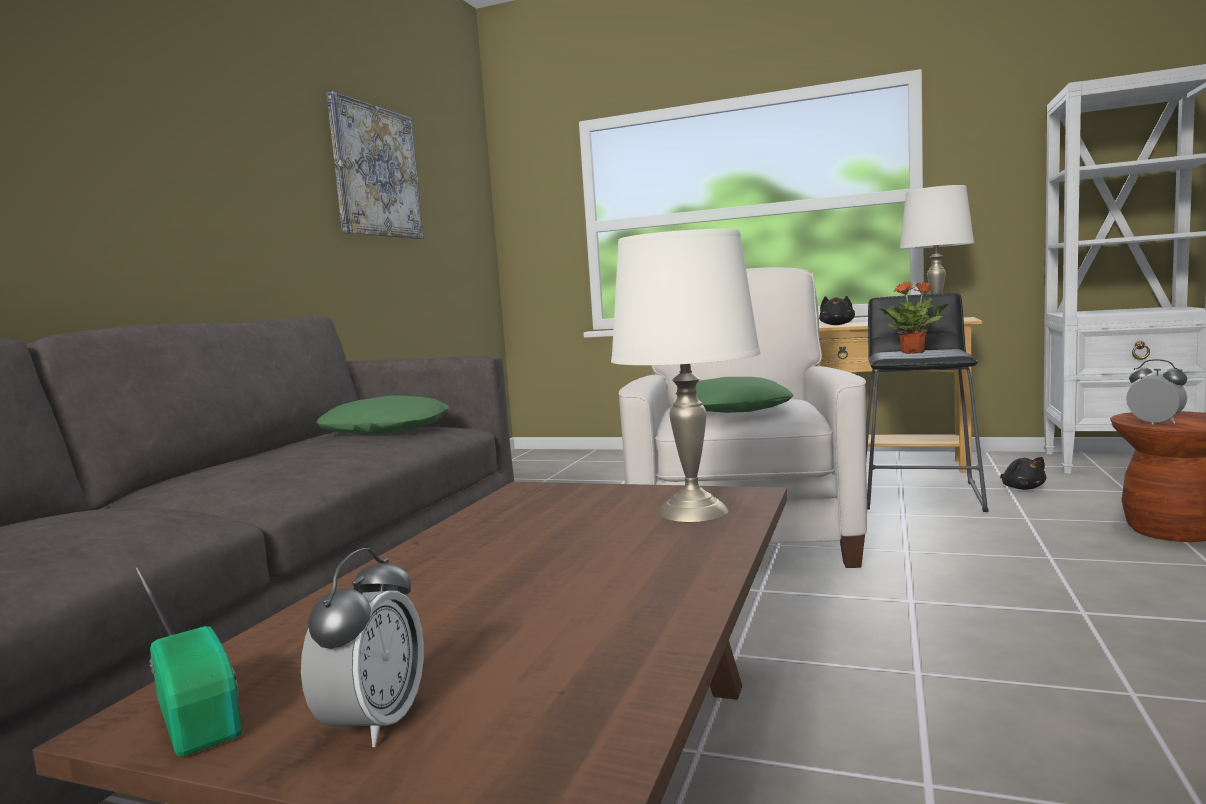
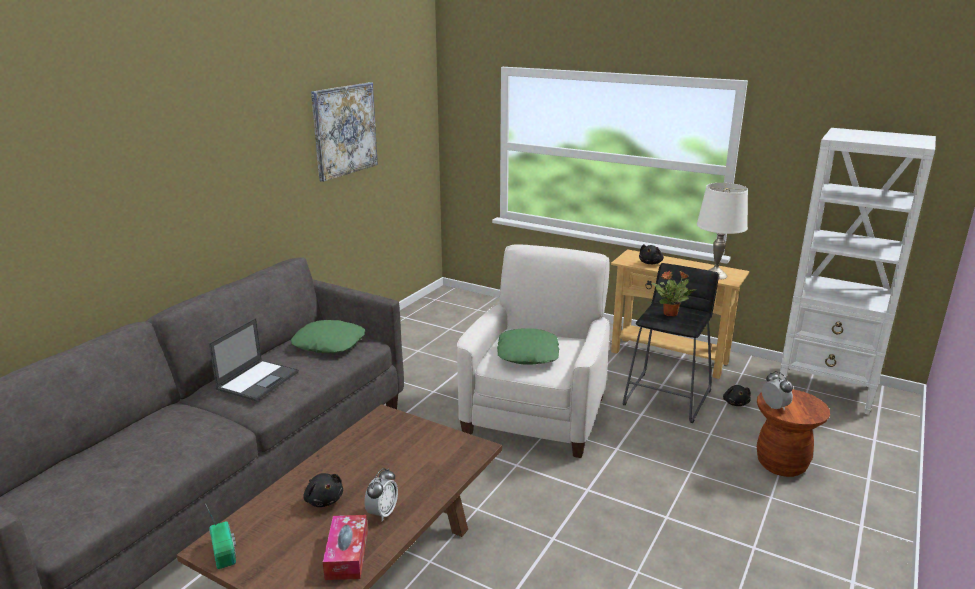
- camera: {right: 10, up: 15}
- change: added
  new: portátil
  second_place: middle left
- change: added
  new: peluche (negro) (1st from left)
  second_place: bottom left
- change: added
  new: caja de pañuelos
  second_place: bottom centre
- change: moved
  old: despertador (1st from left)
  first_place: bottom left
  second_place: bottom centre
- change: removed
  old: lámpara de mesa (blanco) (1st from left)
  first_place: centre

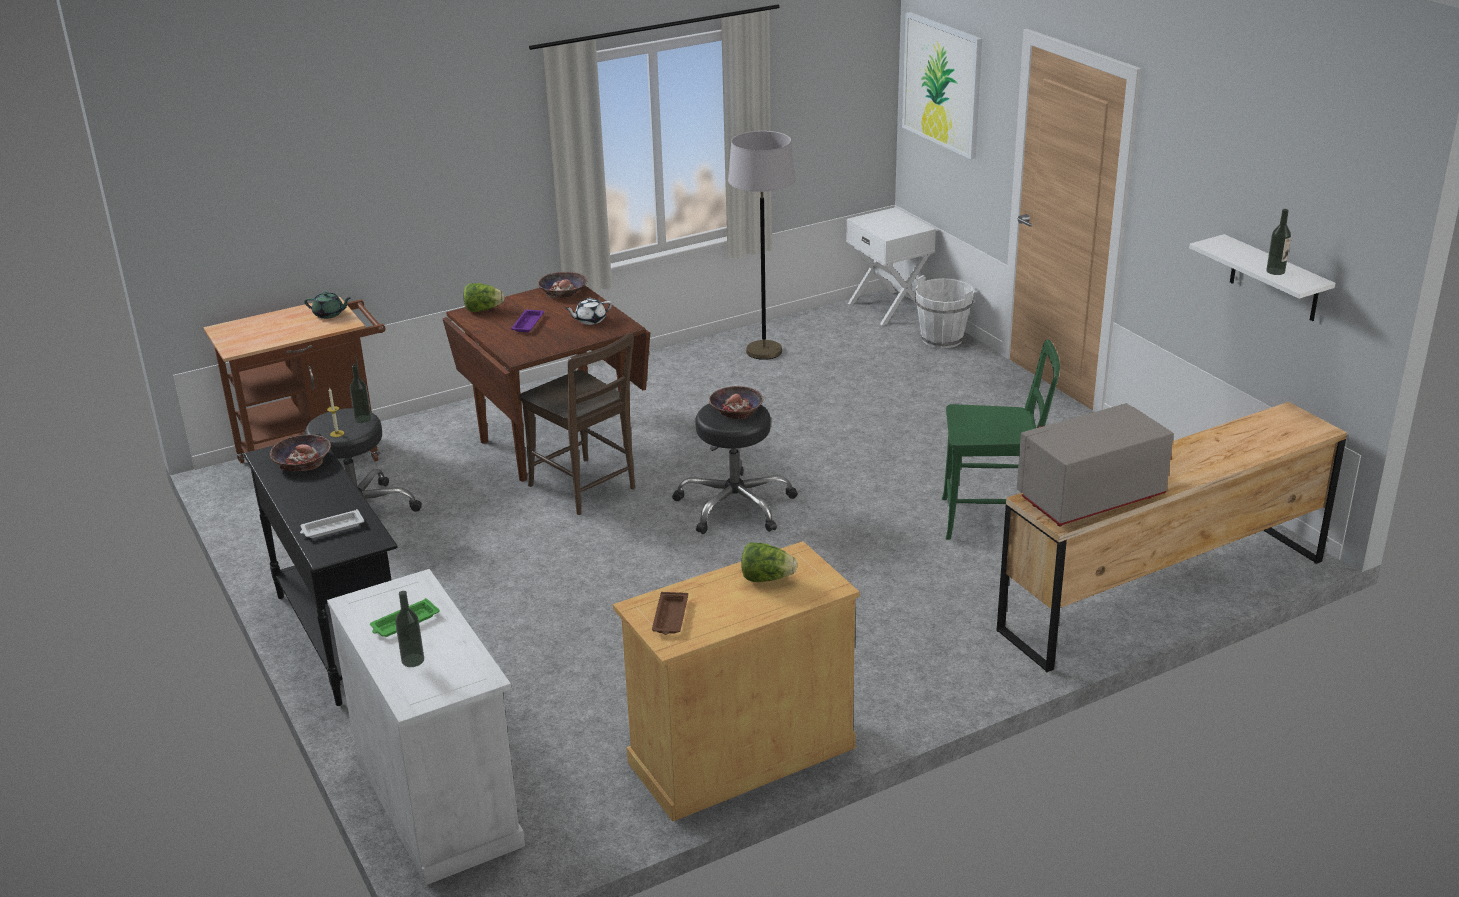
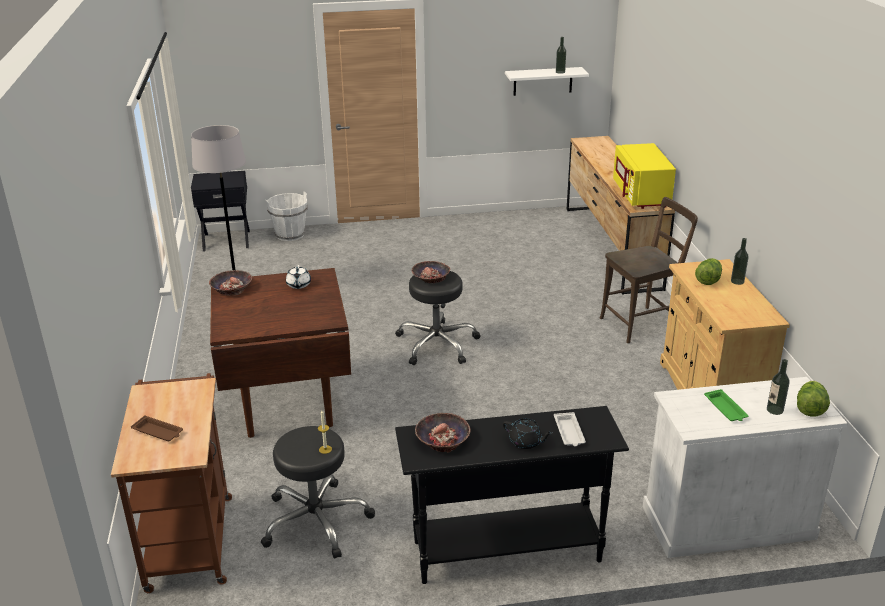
- camera: {right: -70, up: 0}
- change: moved
  old: bandeja (marrón)
  first_place: bottom centre
  second_place: bottom left
- change: recoloured
  old: mesita de noche (blanco)
  new: mesita de noche (negro)
  first_place: top centre
  second_place: middle left
- change: added
  new: tetera (negro)
  second_place: bottom centre
- change: moved
  old: silla (marrón)
  first_place: centre
  second_place: middle right
- change: recoloured
  old: microondas (gris)
  new: microondas (amarillo)
  first_place: middle right
  second_place: top right
- change: moved
  old: botella (1st from left in the first image)
  new: botella (2nd from left)
  first_place: middle left
  second_place: middle right
- change: moved
  old: lechuga (1st from left in the first image)
  new: lechuga (2nd from left)
  first_place: top left
  second_place: middle right
- change: removed
  old: tetera (verde)
  first_place: middle left
- change: removed
  old: bandeja (morado)
  first_place: centre
- change: removed
  old: cuadro
  first_place: top centre
- change: removed
  old: silla (verde)
  first_place: middle right

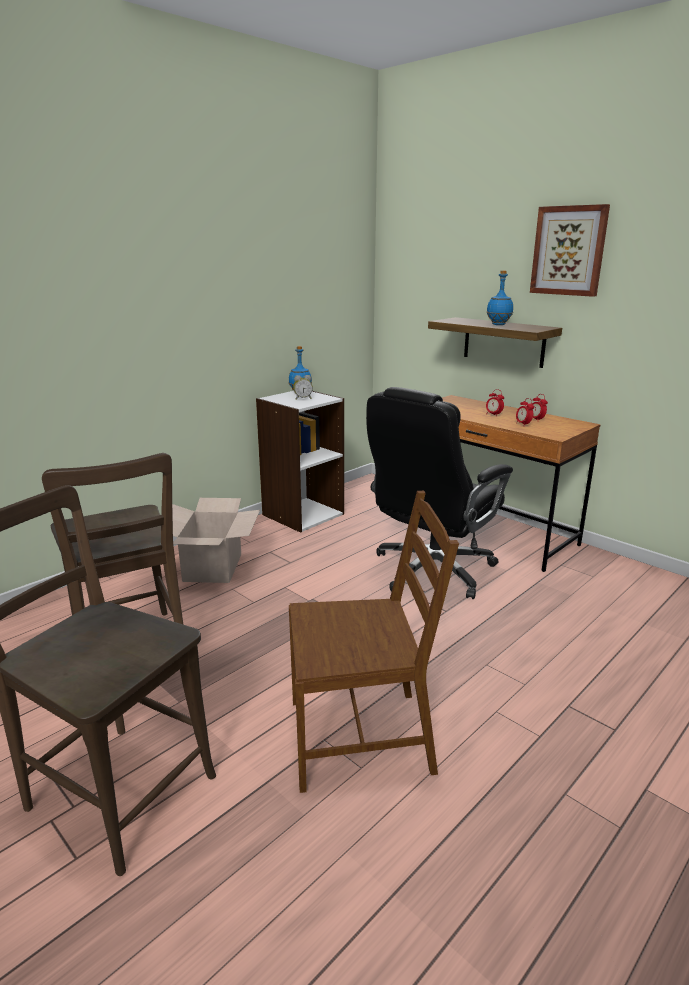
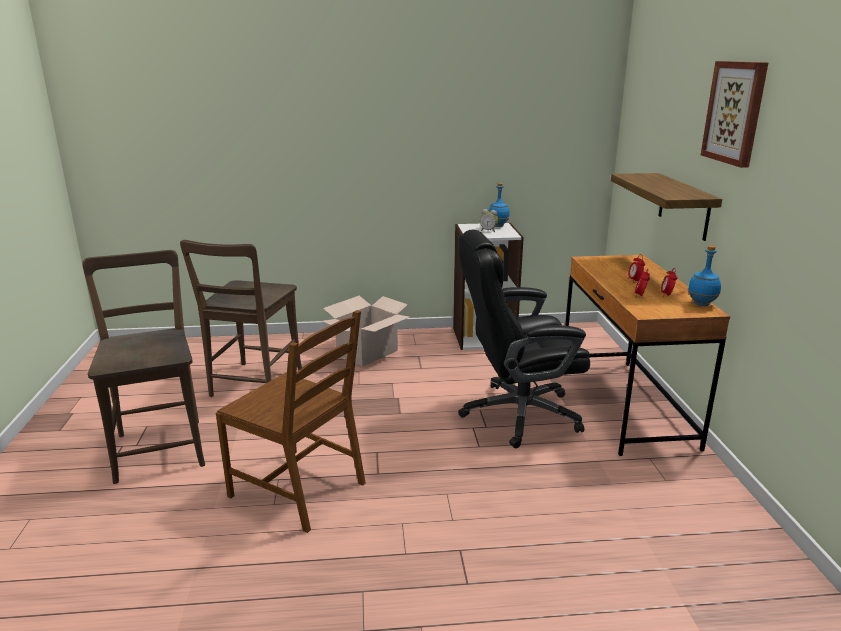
- camera: {right: 40, up: 0}
- change: moved
  old: botella (azul) (2nd from left)
  first_place: top right
  second_place: middle right

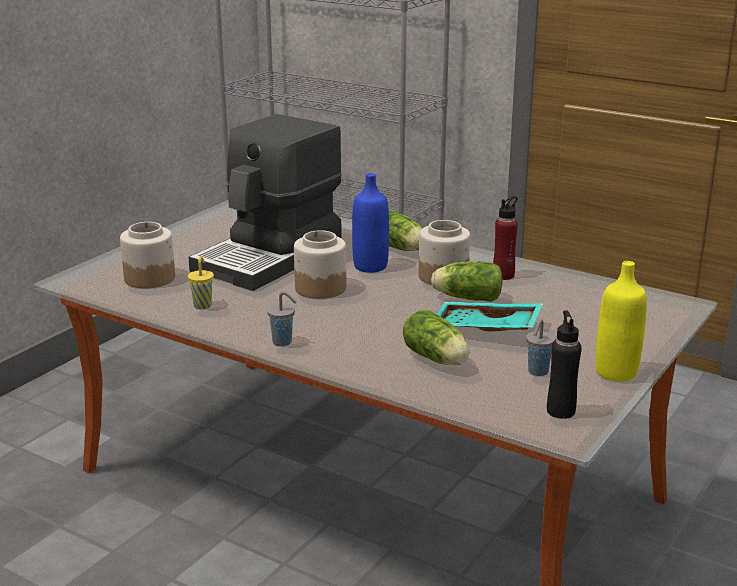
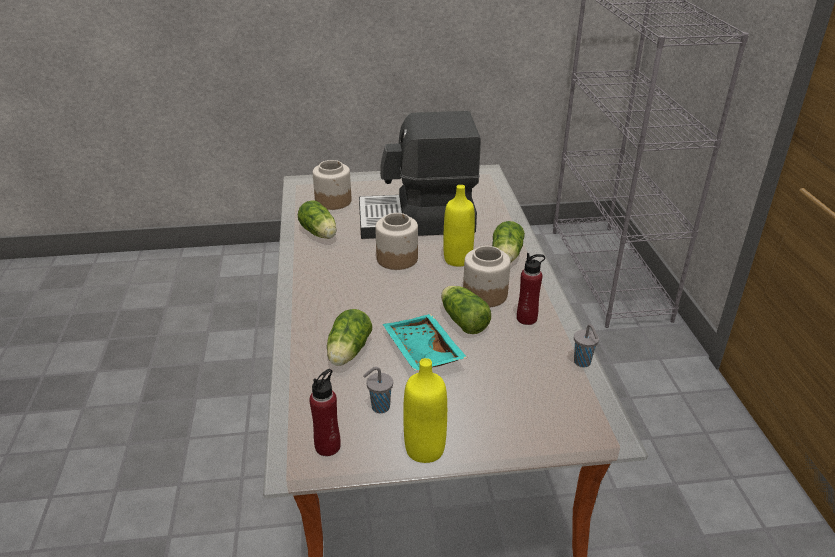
- camera: {right: 50, up: 10}
- change: replaced
  old: taza (amarillo)
  new: lechuga (1st from left)
  first_place: middle left
  second_place: centre
- change: recoloured
  old: botella (negro)
  new: botella (rojo) (1st from left)
  first_place: middle right
  second_place: bottom centre
- change: recoloured
  old: botella (azul)
  new: botella (amarillo) (2nd from left)
  first_place: centre
  second_place: centre
- change: moved
  old: taza (gris) (1st from left in the first image)
  new: taza (gris) (2nd from left)
  first_place: centre
  second_place: middle right

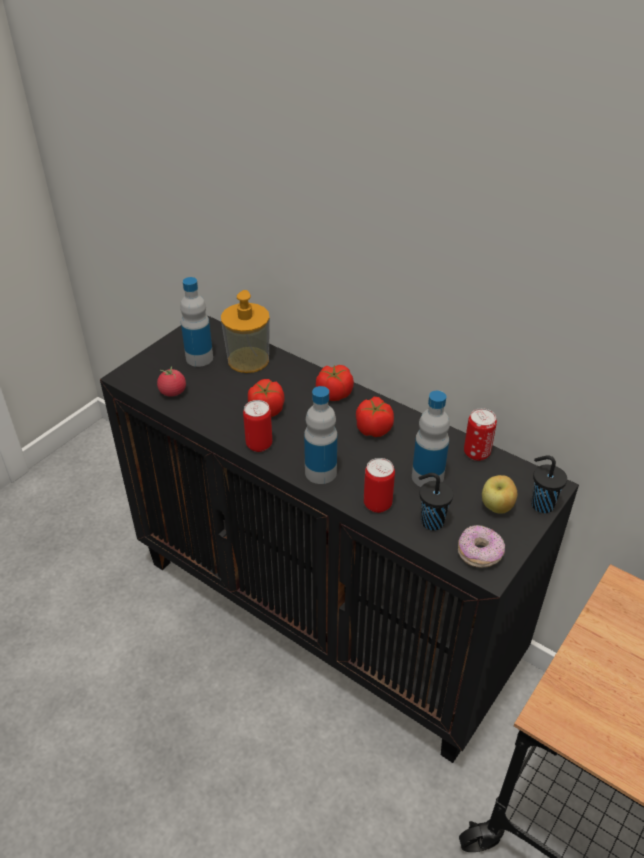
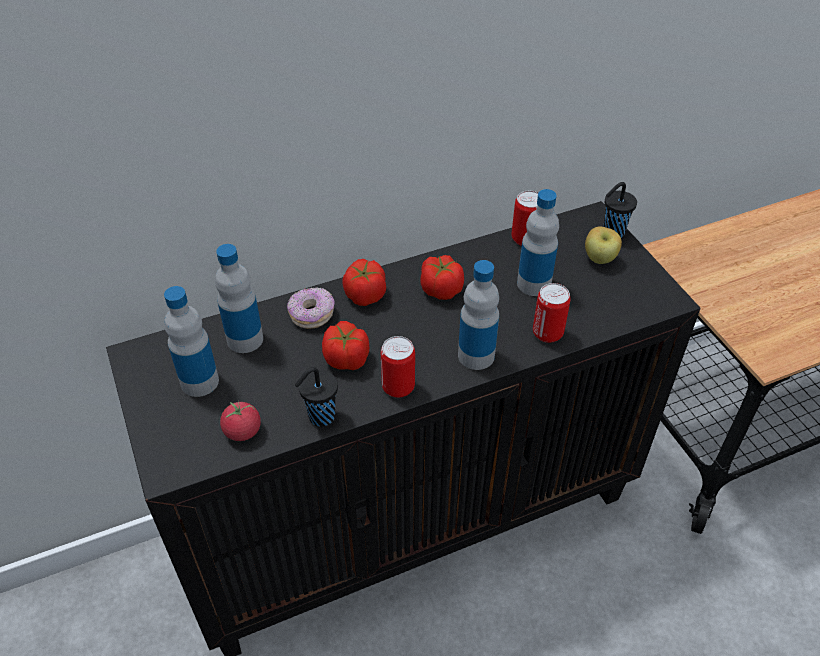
- camera: {right: -60, up: 5}
- change: replaced
  old: dispensador de jabón
  new: botella (2nd from left)
  first_place: centre
  second_place: middle left
- change: moved
  old: rosquilla
  first_place: middle right
  second_place: centre
- change: moved
  old: taza (negro) (1st from left)
  first_place: middle right
  second_place: centre

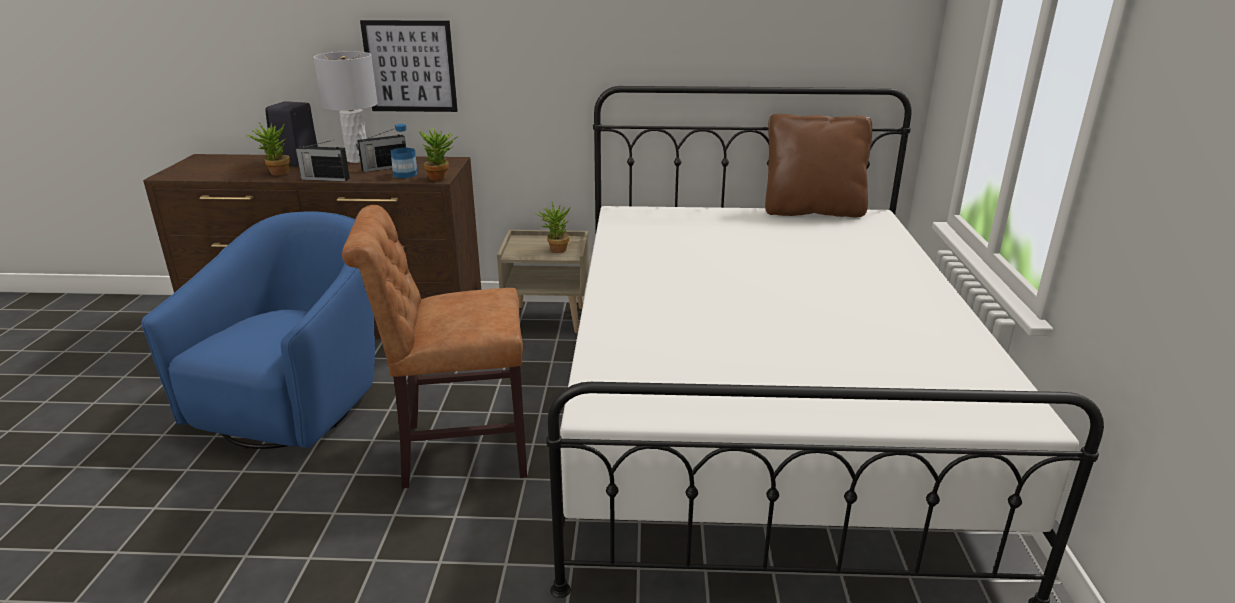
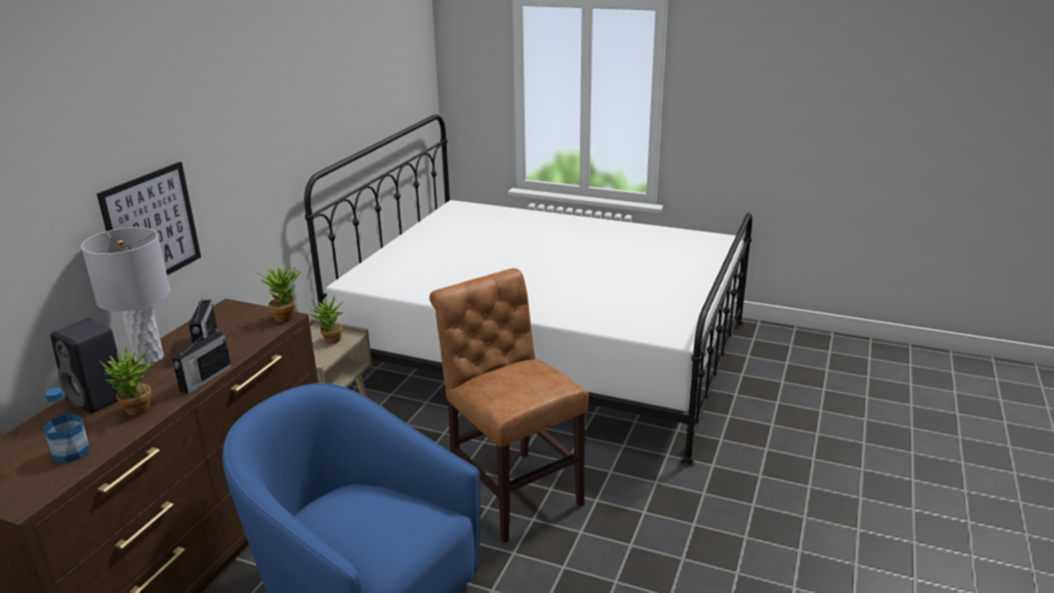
- camera: {right: -70, up: 0}
- change: moved
  old: botella
  first_place: top left
  second_place: bottom left
- change: turned
  old: silla (marrón)
  first_place: centre
  second_place: bottom centre
  degrees: 135
- change: removed
  old: cojín (marrón)
  first_place: top centre

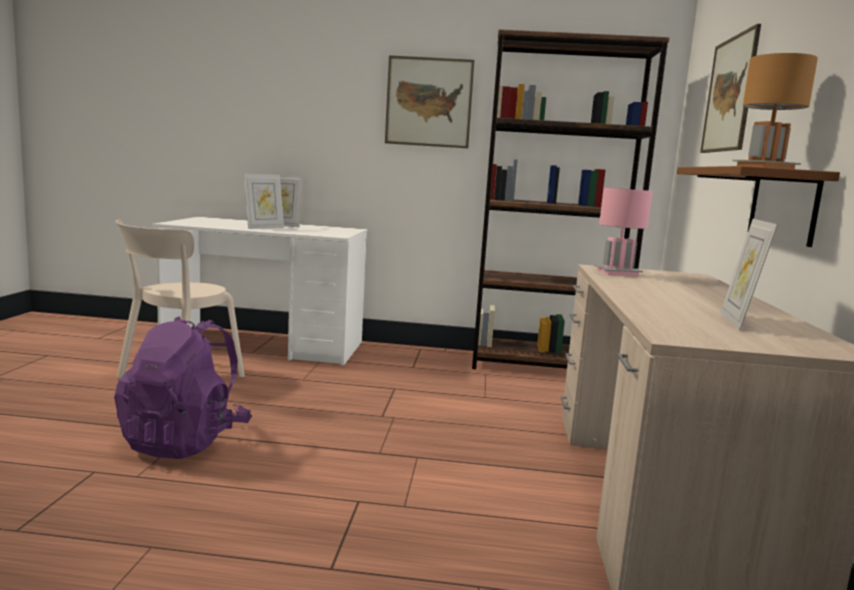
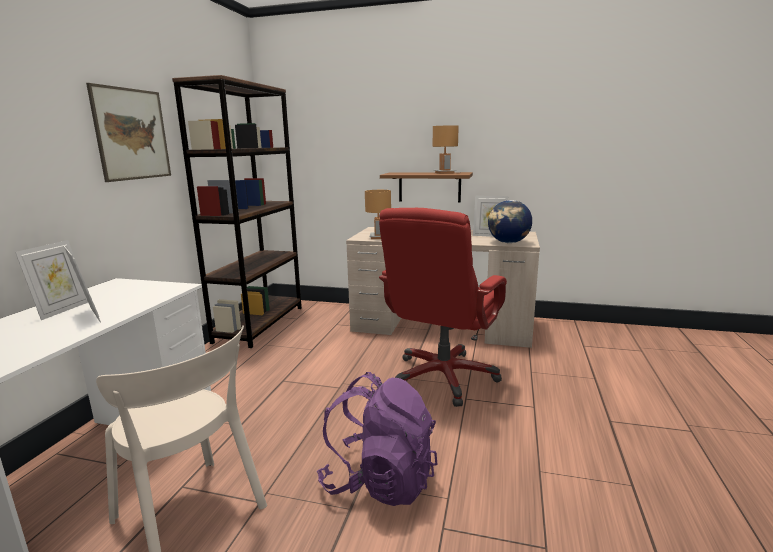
- camera: {right: -80, up: 5}
- change: recoloured
  old: lámpara de mesa (rosa)
  new: lámpara de mesa (marrón) (1st from left)
  first_place: middle right
  second_place: centre
- change: added
  new: silla de oficina (rojo)
  second_place: centre
- change: added
  new: globo terráqueo
  second_place: centre
- change: removed
  old: cuadro (2nd from left)
  first_place: top right

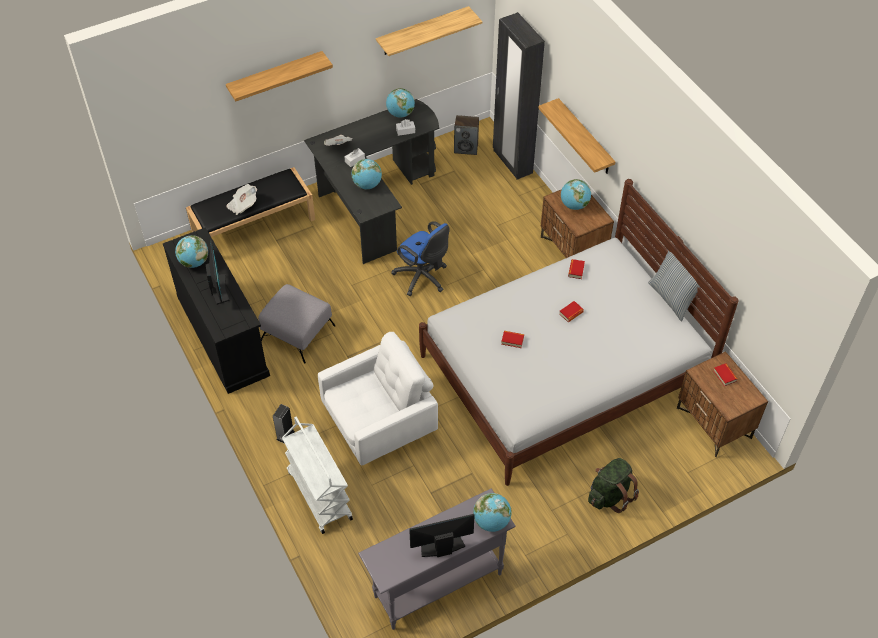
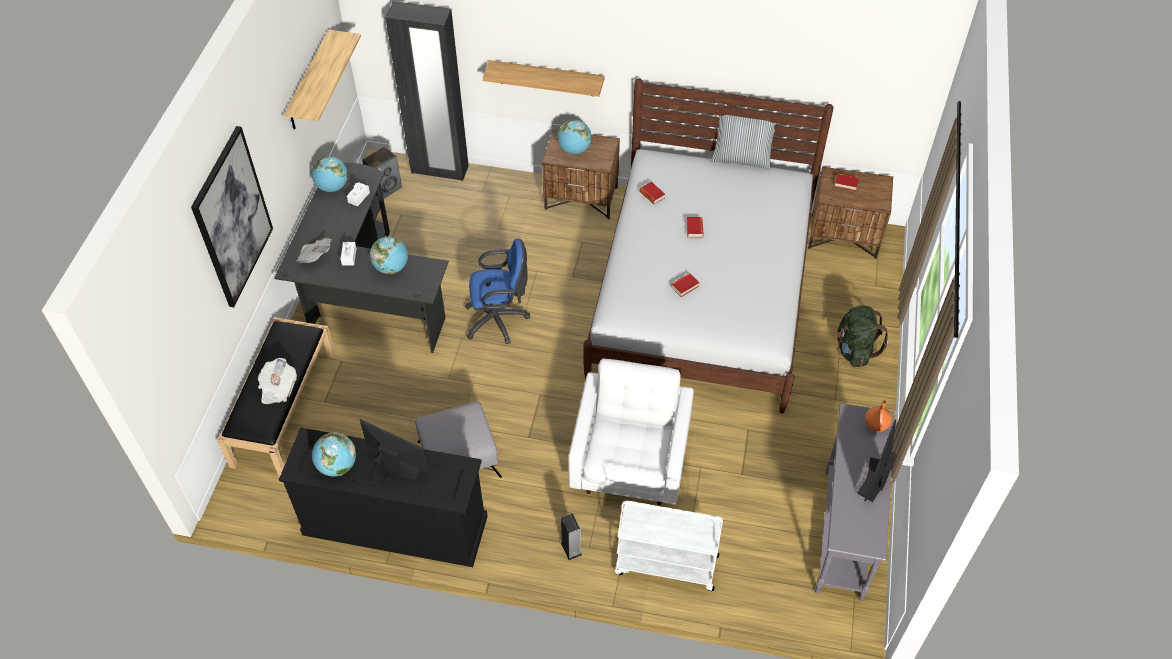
- camera: {right: -50, up: 0}
- change: replaced
  old: estante (1st from left)
  new: cuadro
  first_place: top left
  second_place: top left
- change: replaced
  old: globo terráqueo (4th from left)
  new: florero (naranja)
  first_place: bottom centre
  second_place: middle right

